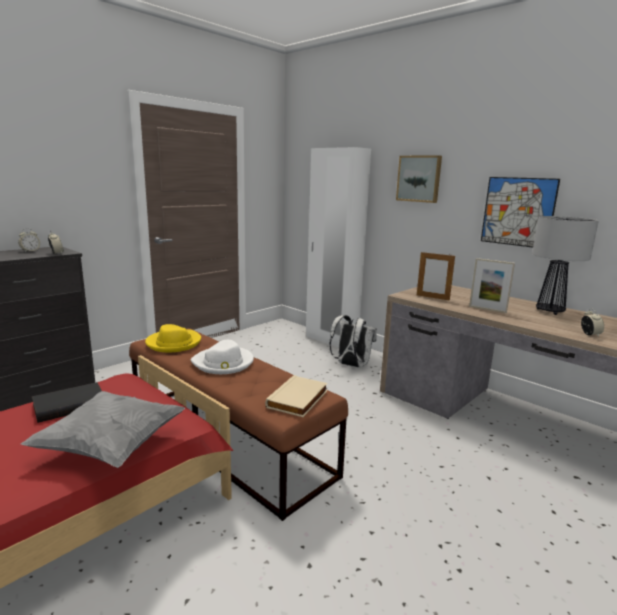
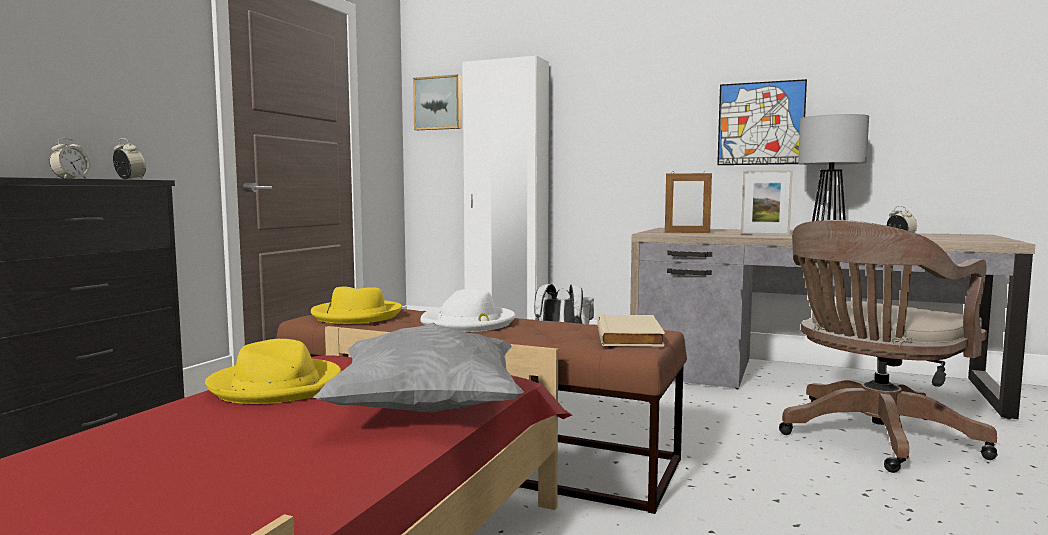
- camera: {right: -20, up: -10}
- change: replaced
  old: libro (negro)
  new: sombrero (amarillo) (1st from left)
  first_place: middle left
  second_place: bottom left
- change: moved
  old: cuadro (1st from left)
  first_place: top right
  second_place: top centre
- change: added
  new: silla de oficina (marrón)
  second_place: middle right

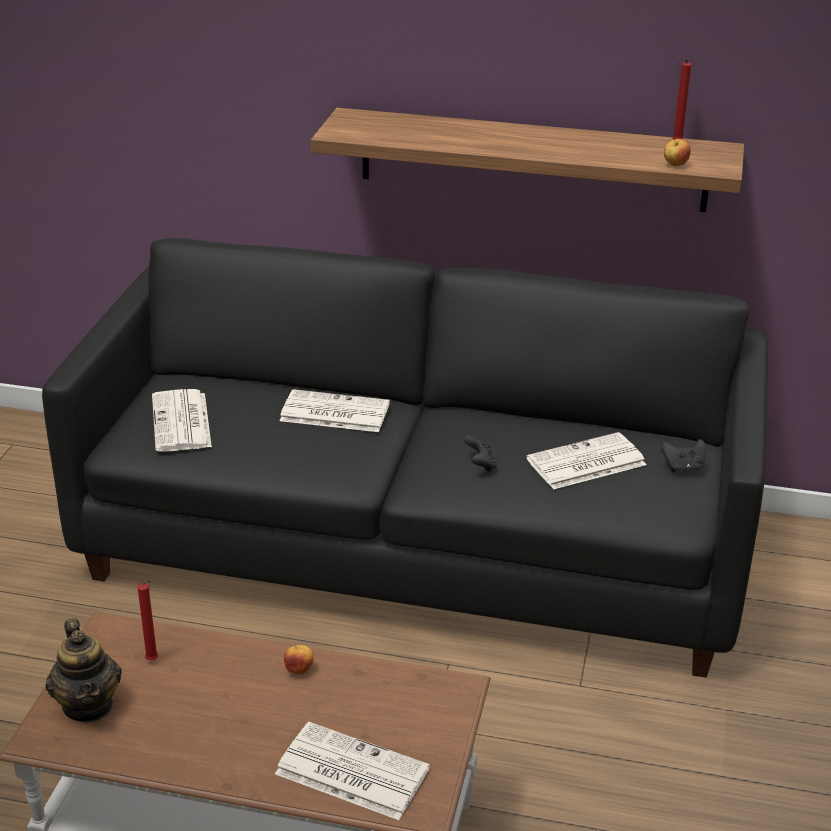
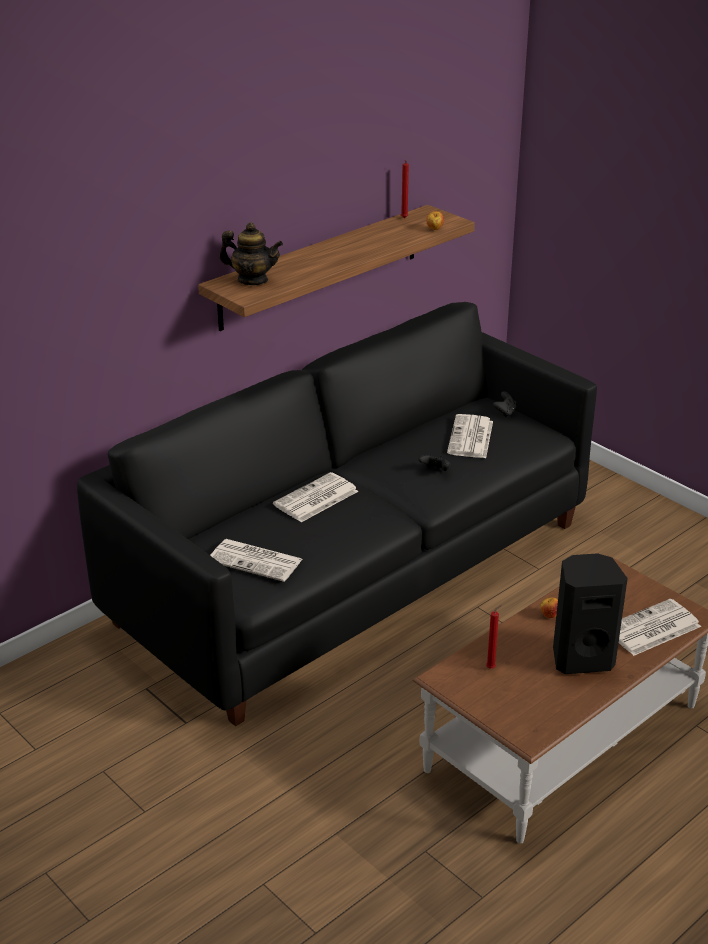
- camera: {right: -55, up: 0}
- change: moved
  old: tetera
  first_place: bottom left
  second_place: top centre
- change: added
  new: altavoz (negro)
  second_place: middle right

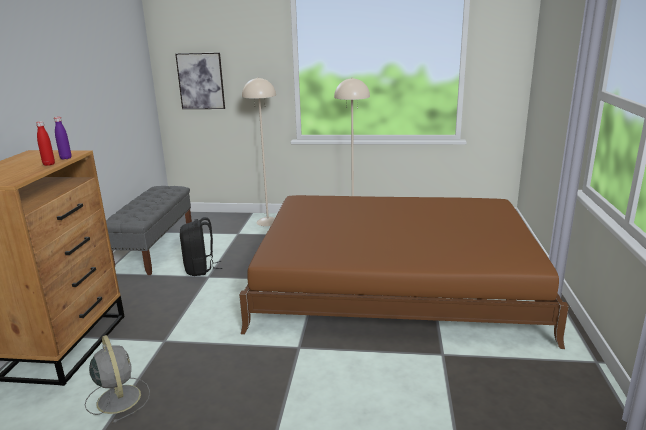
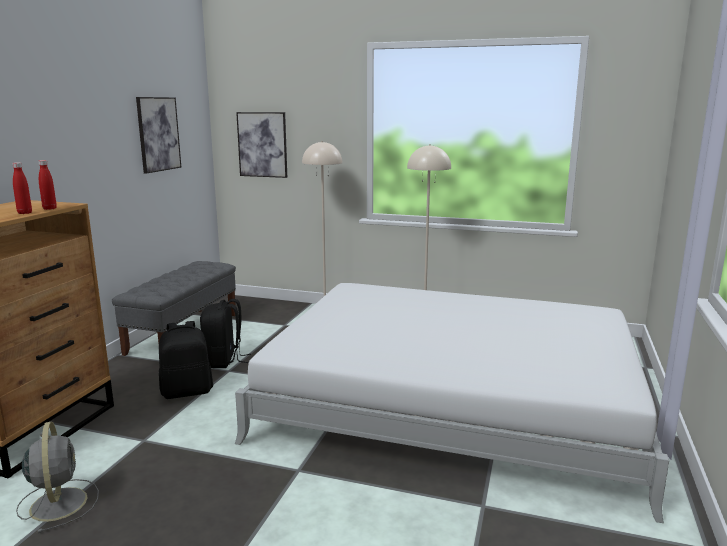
- camera: {right: 10, up: -5}
- change: recoloured
  old: botella (morado)
  new: botella (rojo) (2nd from left)
  first_place: top left
  second_place: middle left
- change: added
  new: cuadro (1st from left)
  second_place: top left
- change: added
  new: mochila (negro) (1st from left)
  second_place: middle left
- change: recoloured
  old: cama (marrón)
  new: cama (blanco)
  first_place: centre
  second_place: bottom centre

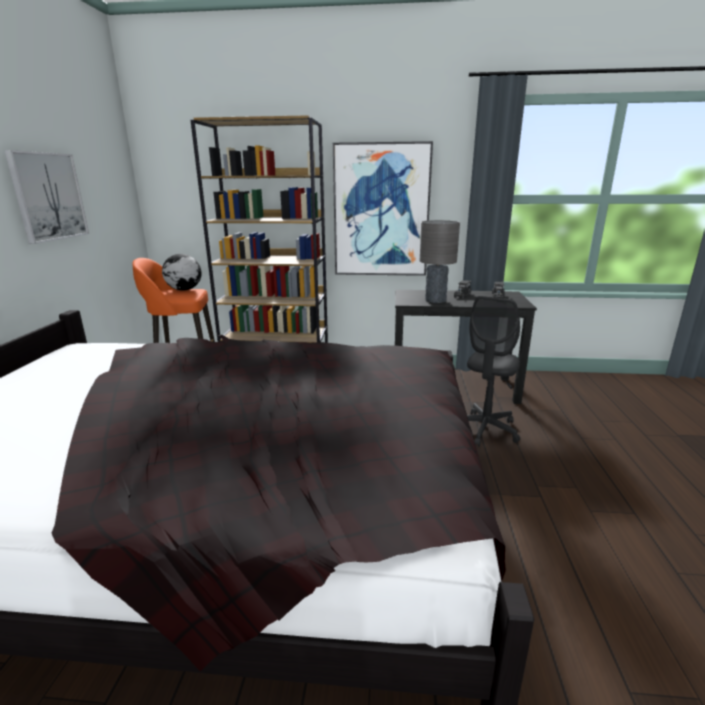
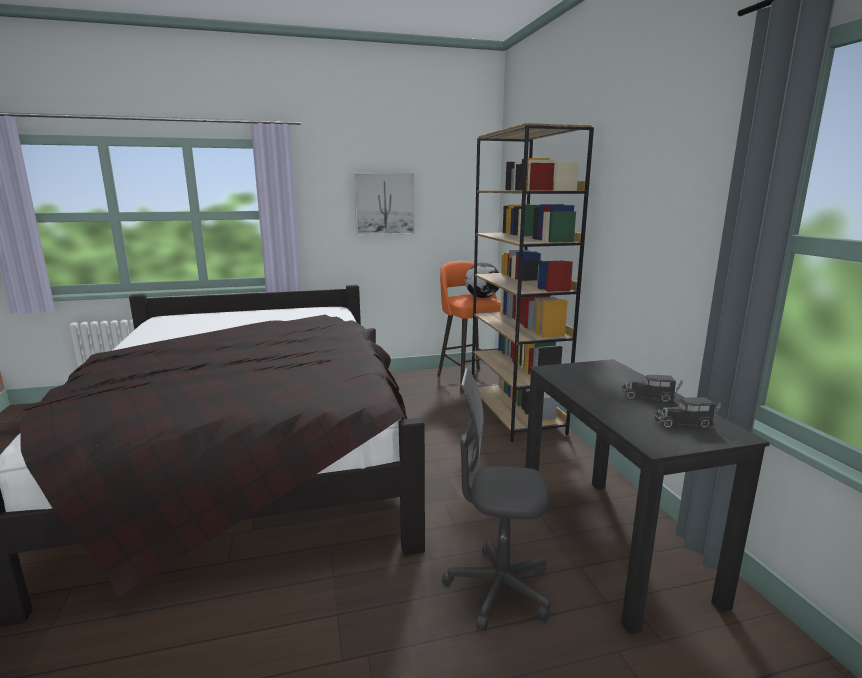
- camera: {right: 70, up: -5}
- change: removed
  old: cuadro (2nd from left)
  first_place: top centre
- change: removed
  old: lámpara de mesa (gris)
  first_place: centre

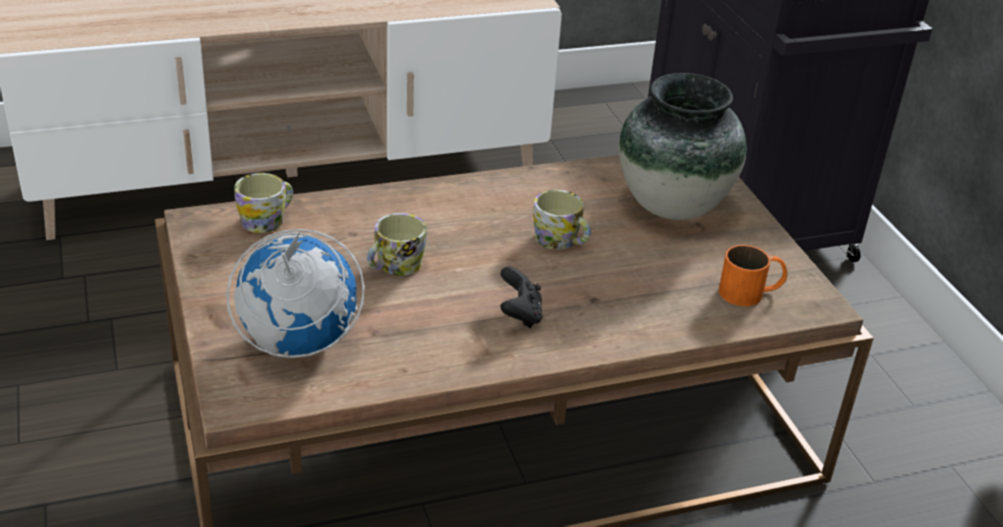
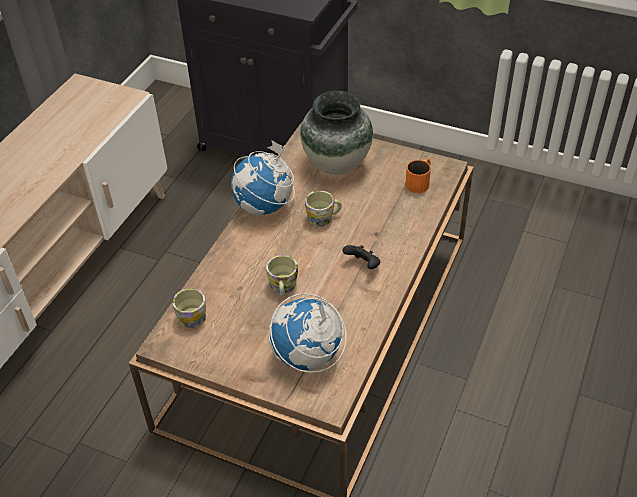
- camera: {right: -45, up: 10}
- change: added
  new: globo terráqueo (1st from left)
  second_place: centre

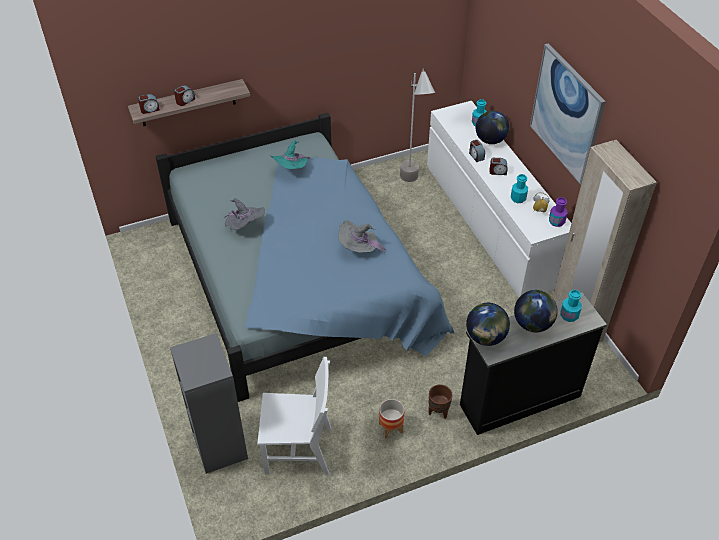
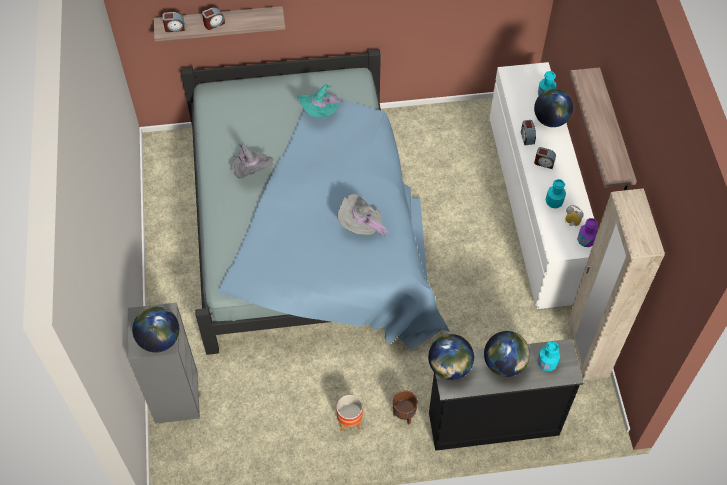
- camera: {right: 15, up: 10}
- change: added
  new: globo terráqueo (1st from left)
  second_place: bottom left
- change: replaced
  old: cuadro
  new: estante (2nd from left)
  first_place: top right
  second_place: top right
- change: removed
  old: silla (blanco)
  first_place: bottom centre
- change: removed
  old: lámpara de pie (gris)
  first_place: top centre

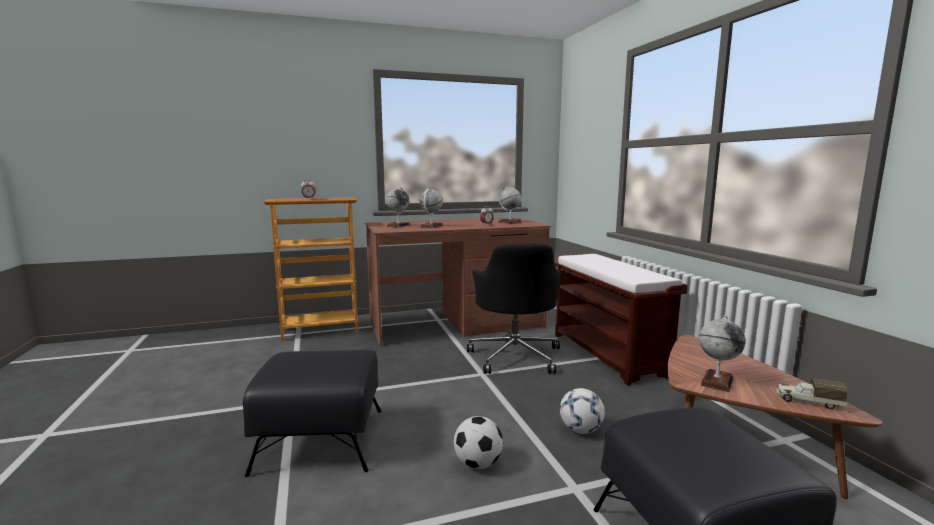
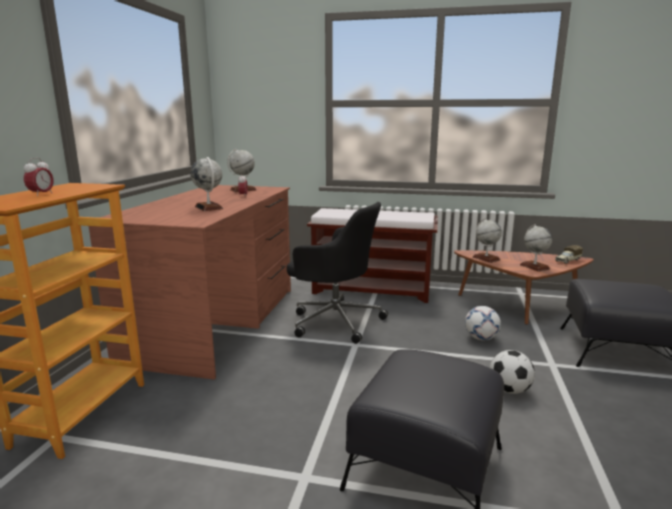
- camera: {right: -60, up: 5}
- change: moved
  old: globo terráqueo (1st from left in the first image)
  new: globo terráqueo (3rd from left)
  first_place: centre
  second_place: middle right

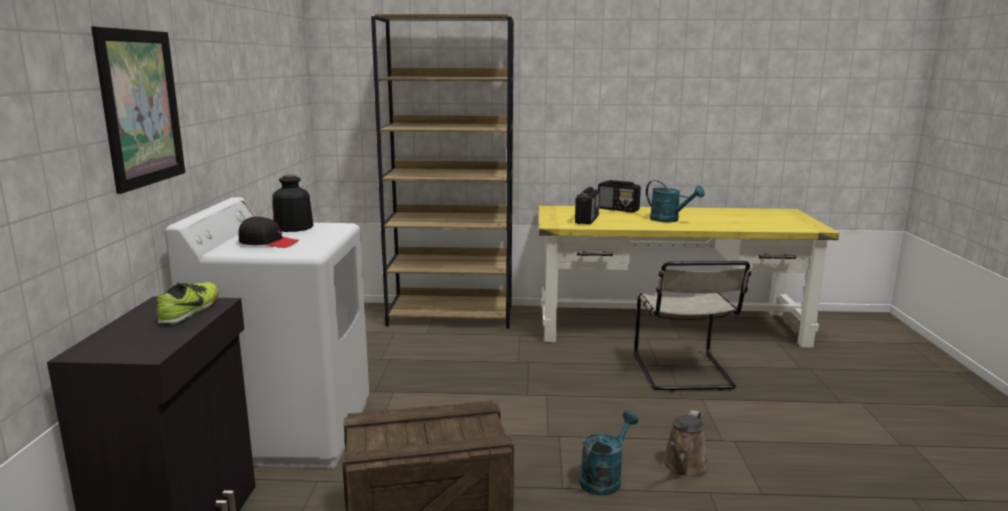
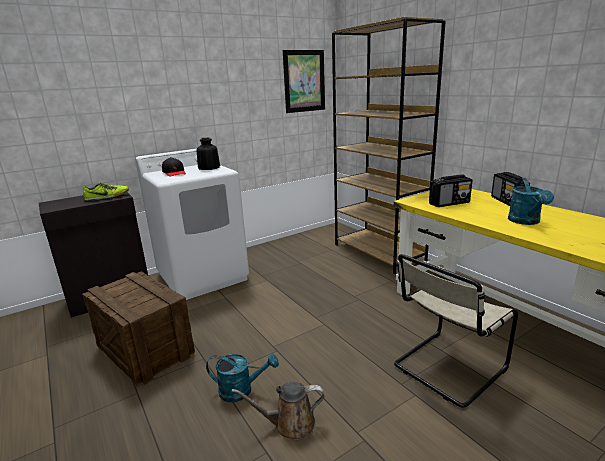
- camera: {right: 55, up: 5}
- change: moved
  old: cuadro
  first_place: top left
  second_place: top centre

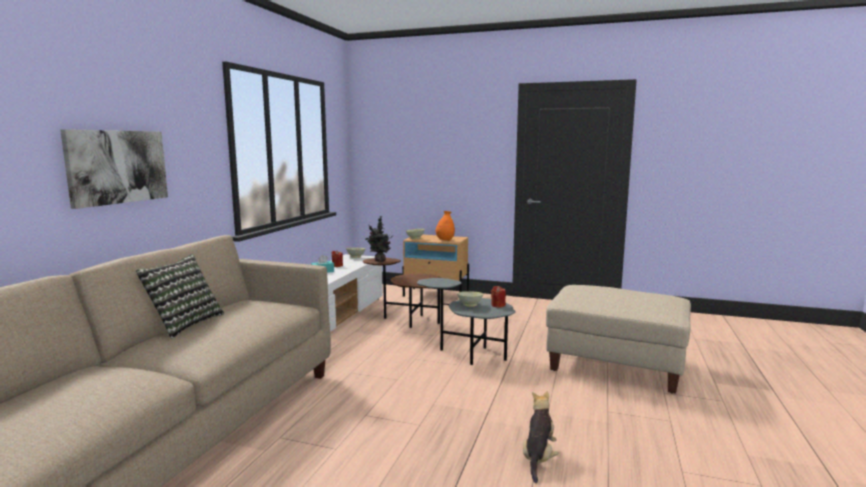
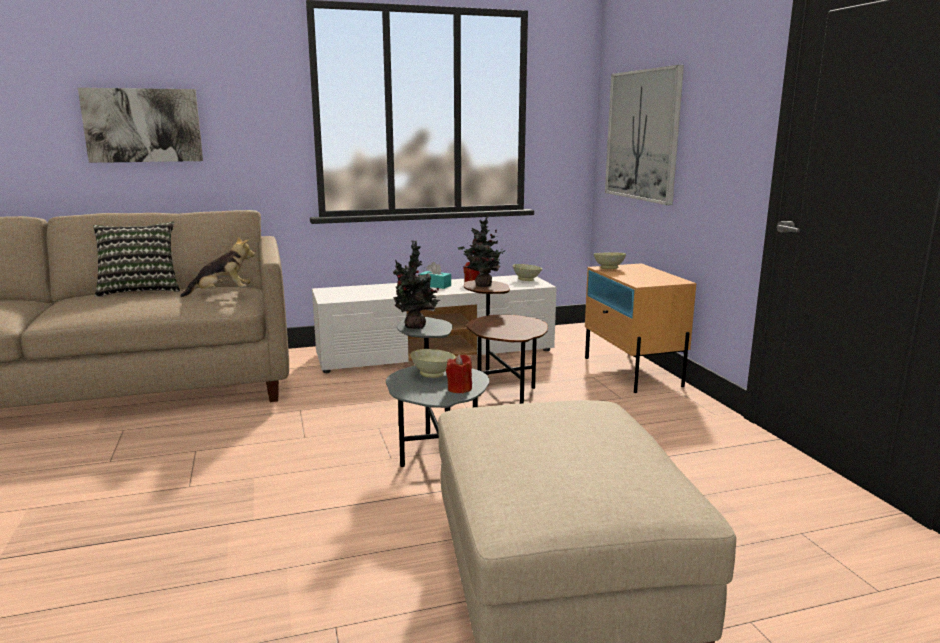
- camera: {right: 55, up: 5}
- change: moved
  old: peluche
  first_place: bottom centre
  second_place: middle left
- change: added
  new: planta en maceta (1st from left)
  second_place: centre
- change: added
  new: cuadro (2nd from left)
  second_place: top right
- change: removed
  old: florero (naranja)
  first_place: centre

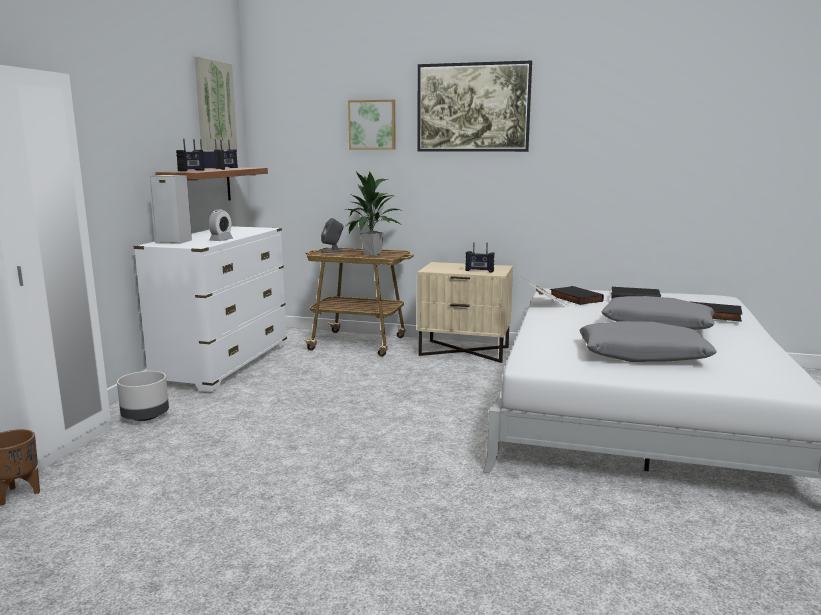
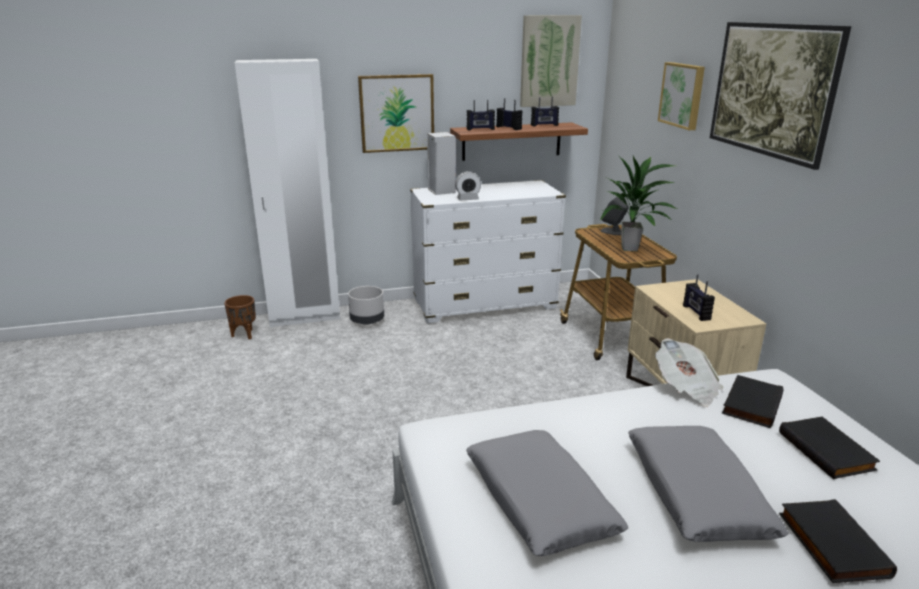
- camera: {right: 60, up: 10}
- change: added
  new: cuadro (1st from left)
  second_place: top centre

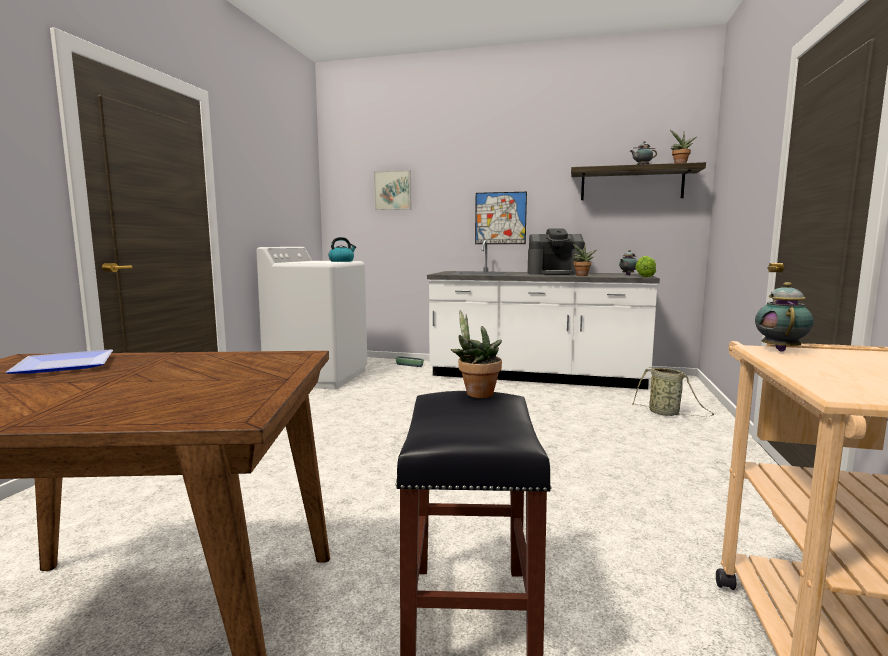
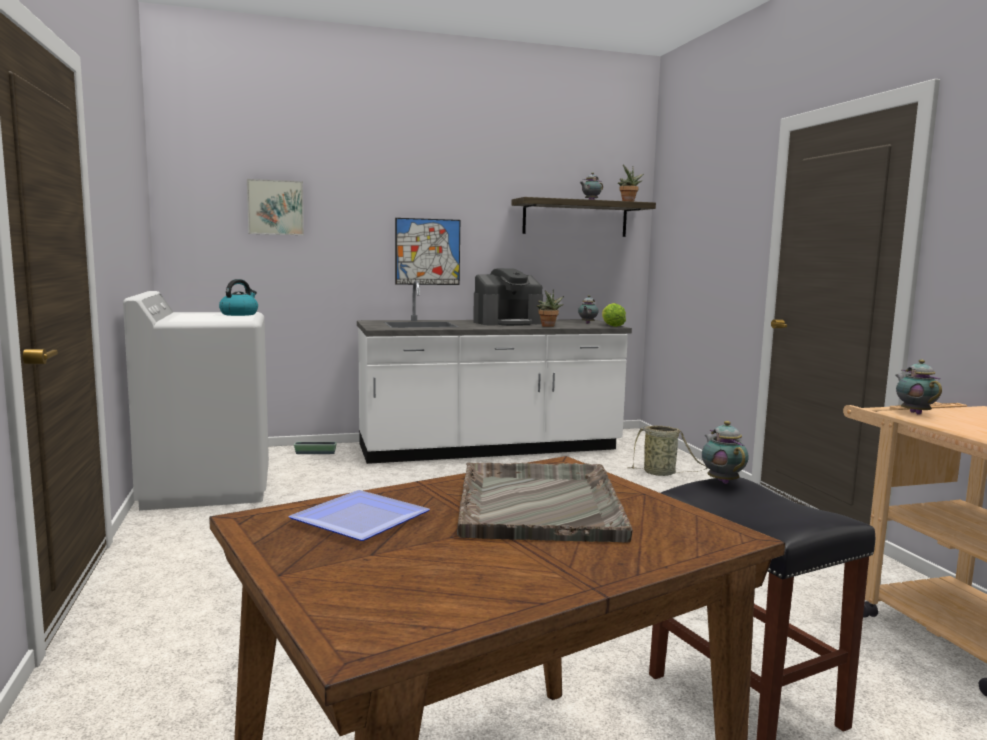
- camera: {right: -30, up: 0}
- change: added
  new: bandeja (gris)
  second_place: bottom centre
- change: replaced
  old: planta en maceta (1st from left)
  new: tetera (3rd from left)
  first_place: centre
  second_place: middle right

